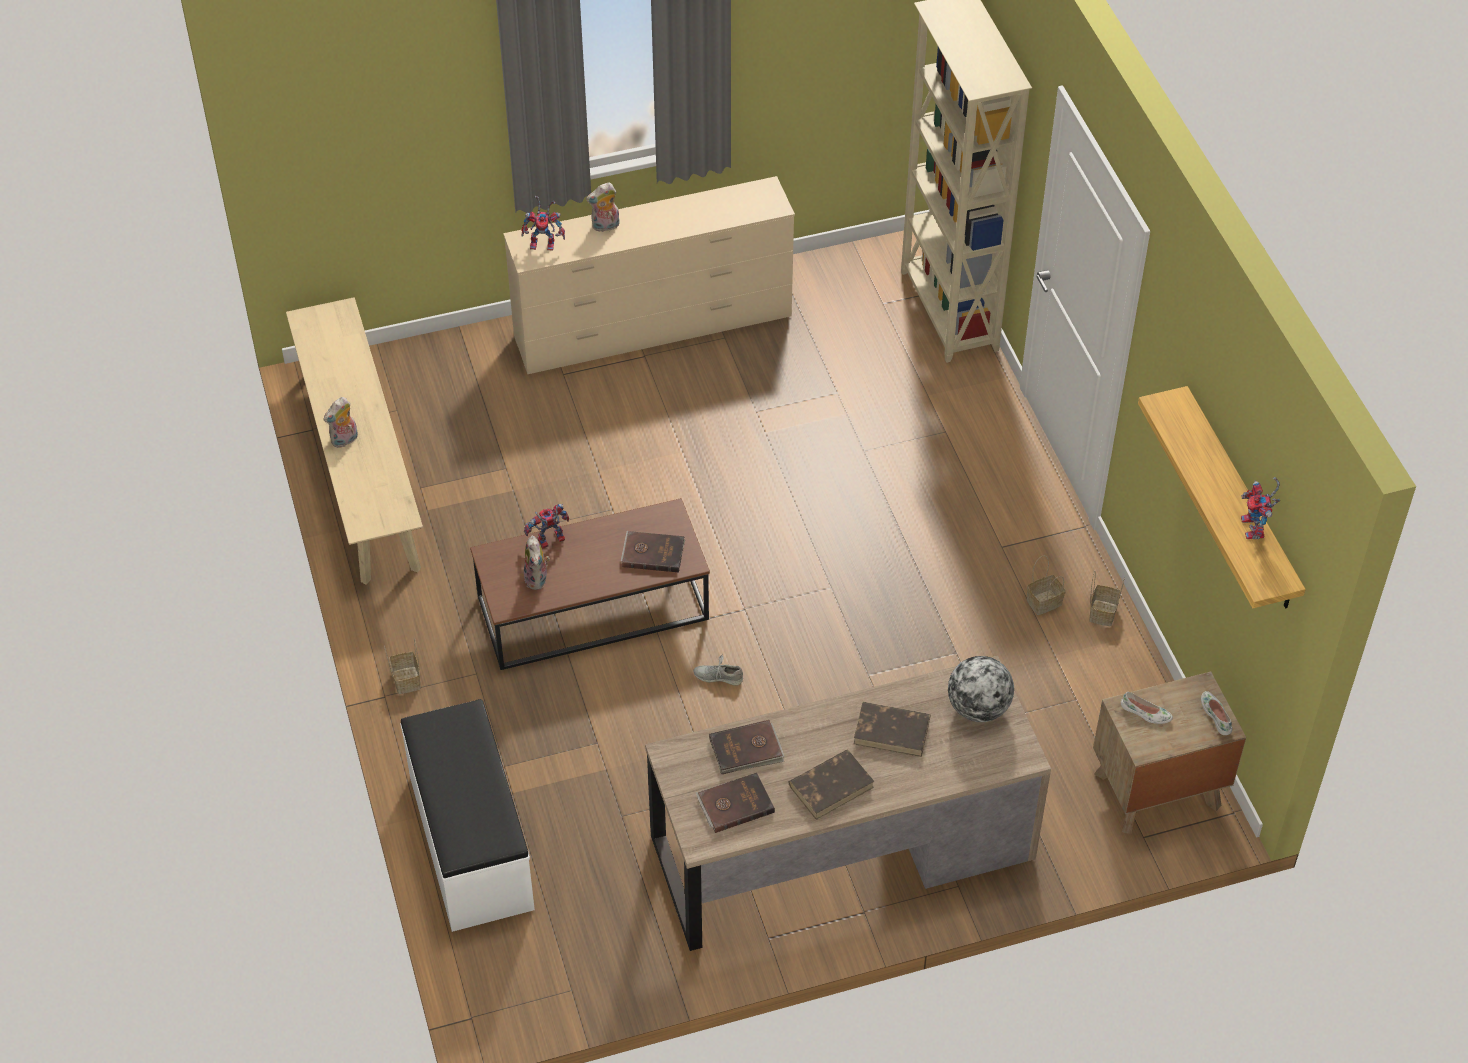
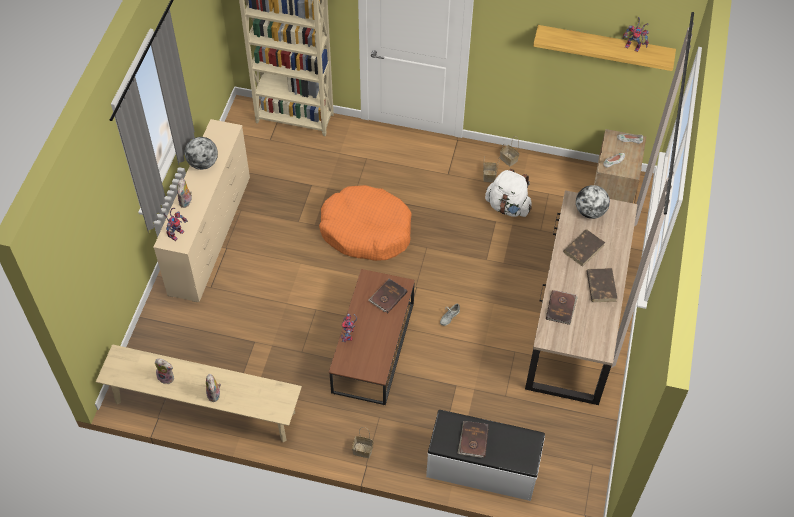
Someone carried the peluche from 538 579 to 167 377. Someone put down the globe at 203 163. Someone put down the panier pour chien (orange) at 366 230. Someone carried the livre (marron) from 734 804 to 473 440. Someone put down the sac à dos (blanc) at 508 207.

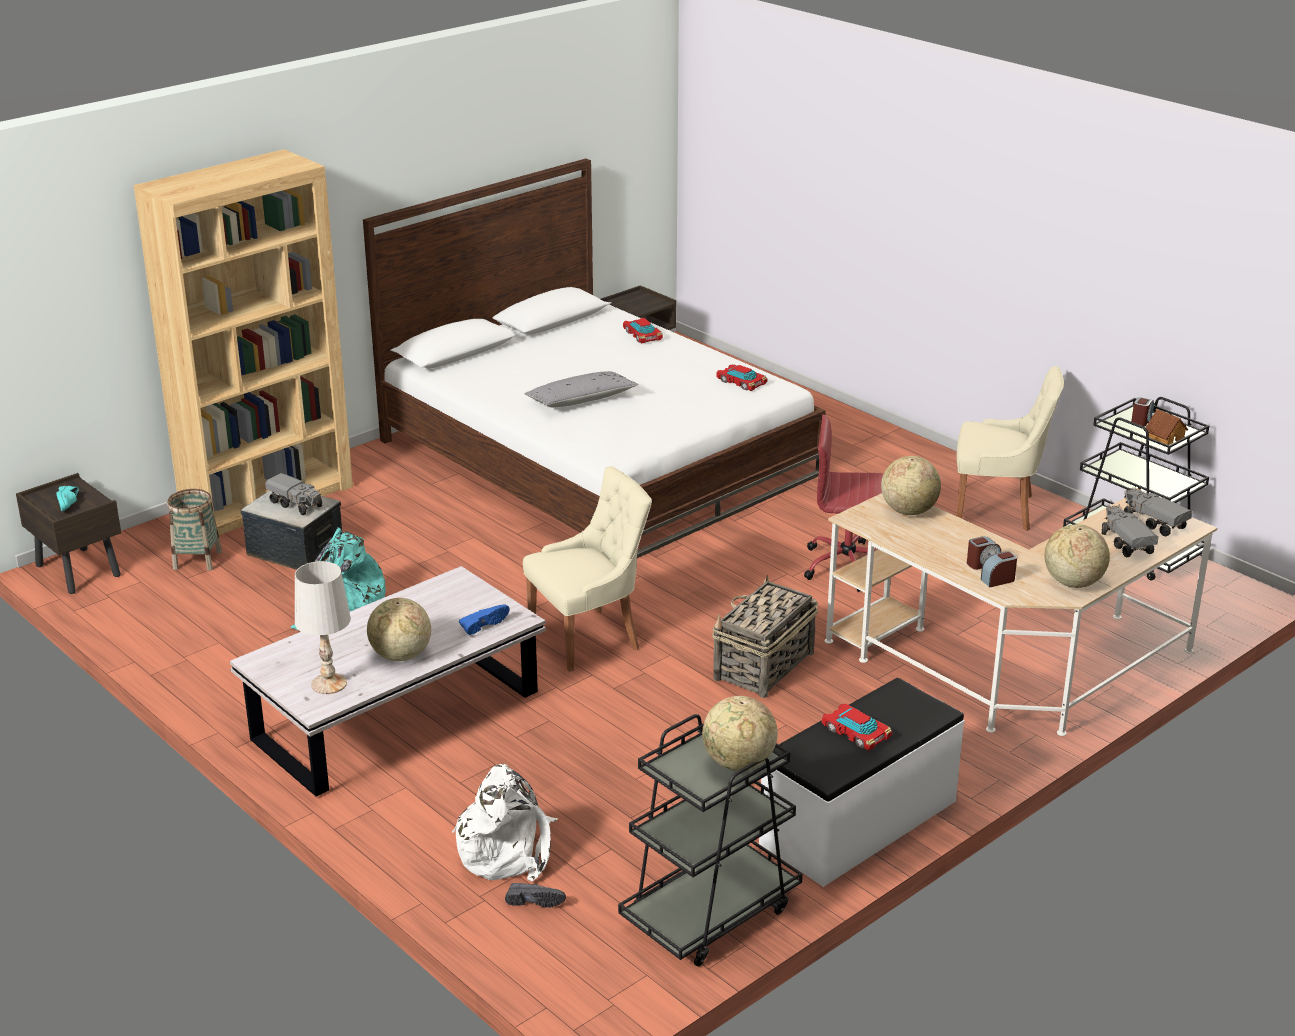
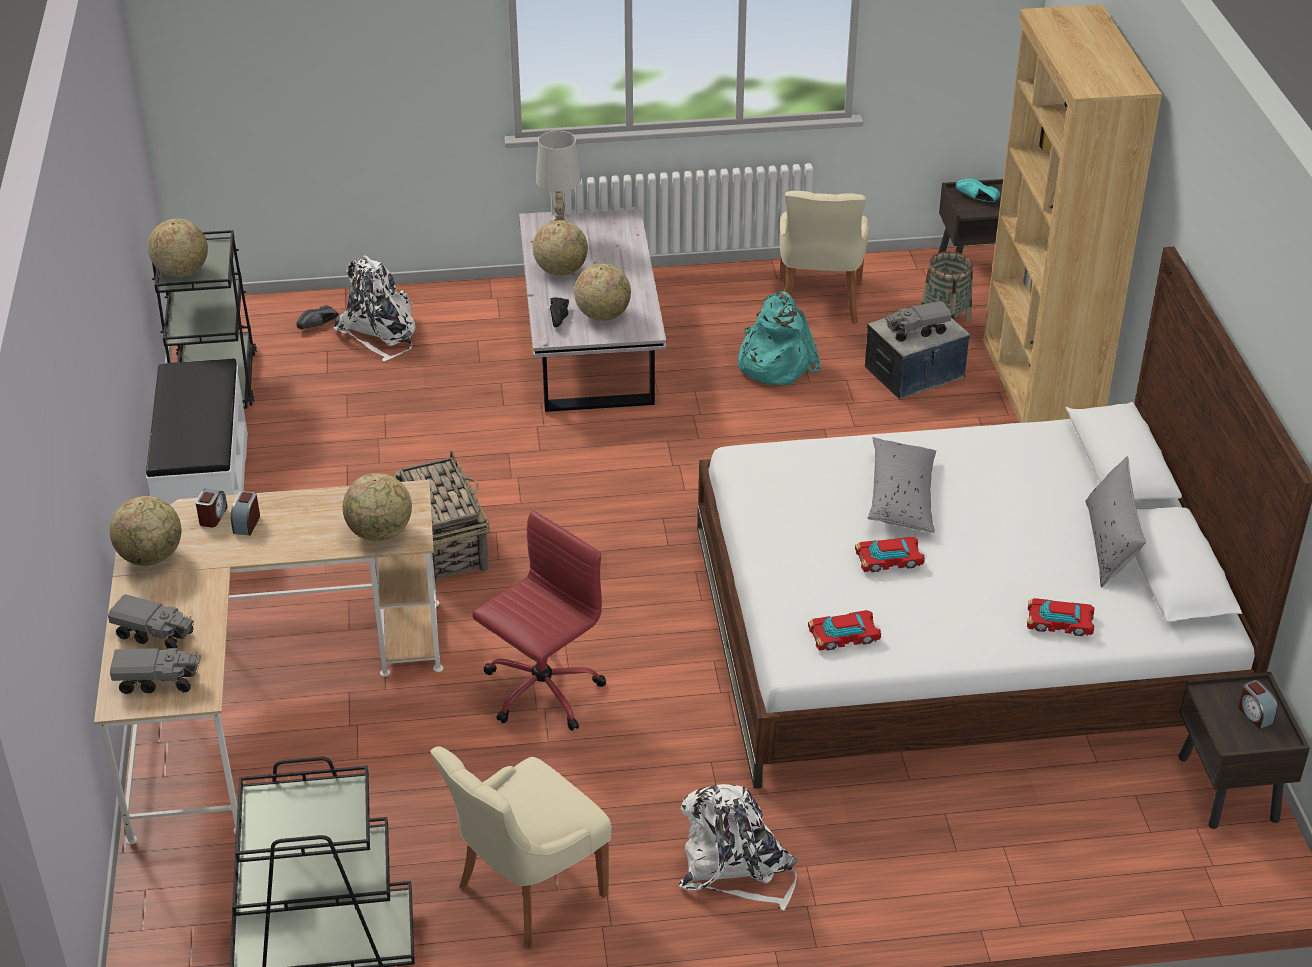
Someone repainted the chaussure (bleu) at 483 624, which became the chaussure (noir) at 561 318. Someone put down the globe at 603 315. Someone put down the sac à dos (blanc) at 735 868. Someone carried the chaise (beige) from 588 638 to 819 303. Someone carried the petite voiture from 856 732 to 889 560. Someone put down the coussin (gris) at 1110 543. Someone carried the réveil from 1141 420 to 1254 714. Someone took away the maison miniature at 1164 438.

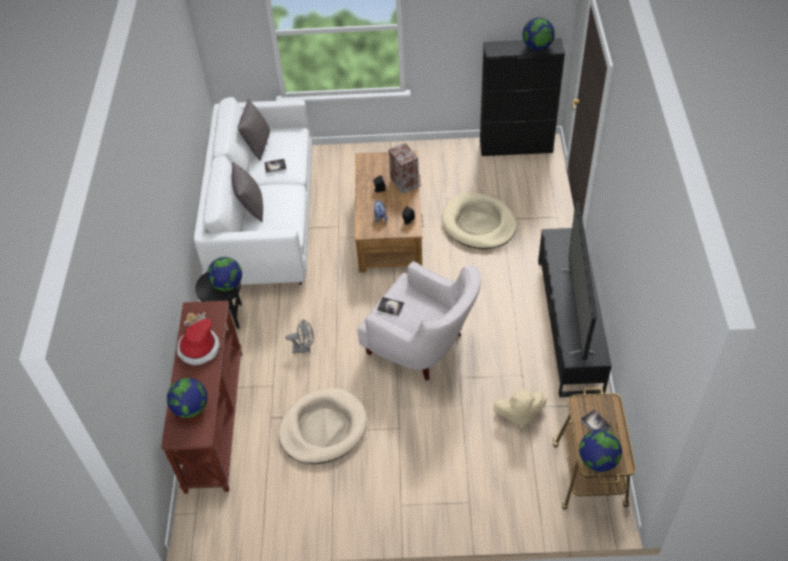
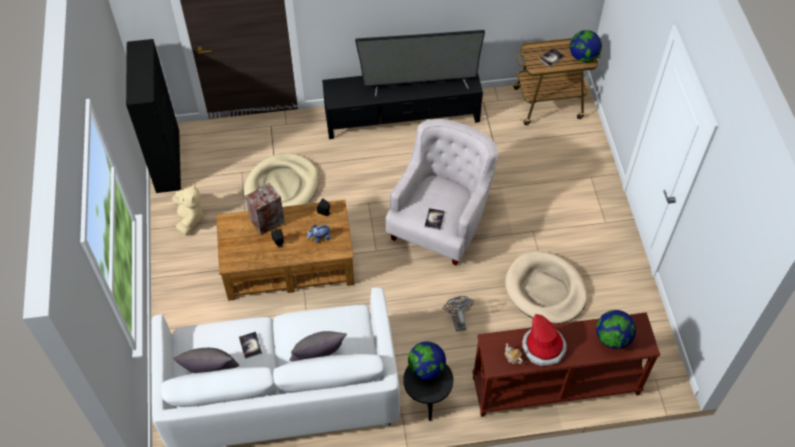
Someone carried the peluche (beige) from 519 414 to 189 218. Someone took away the globe at 537 47.

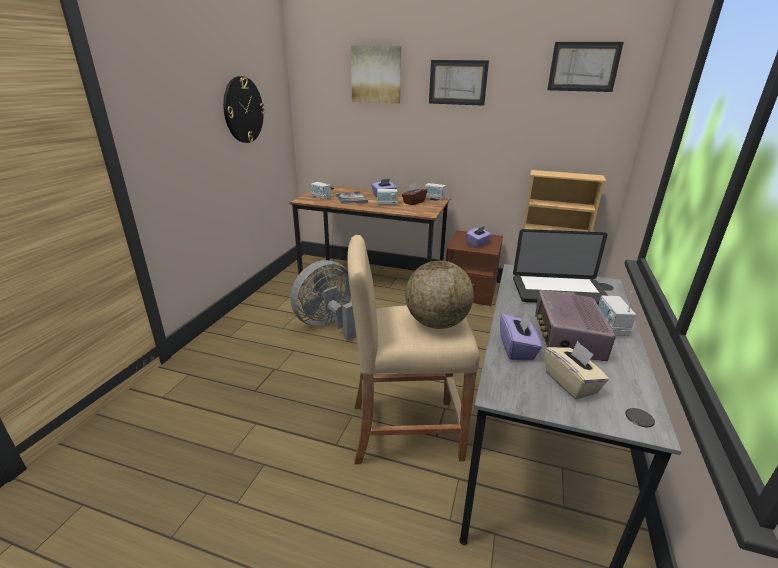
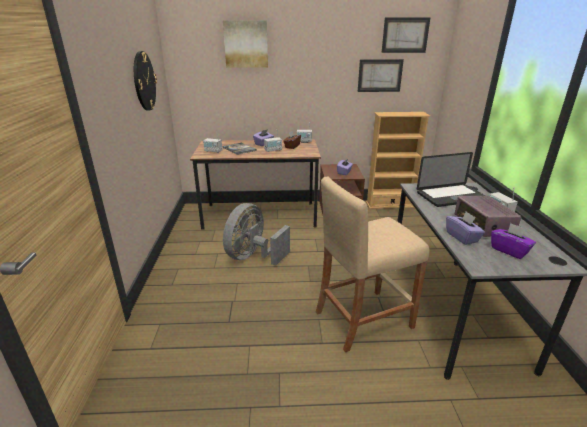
Someone carried the tableau from 458 82 to 380 75. Someone repainted the boîte à mouchoirs (beige) at 571 383, which became the boîte à mouchoirs (violet) at 509 250. Someone took away the globe at 437 323.

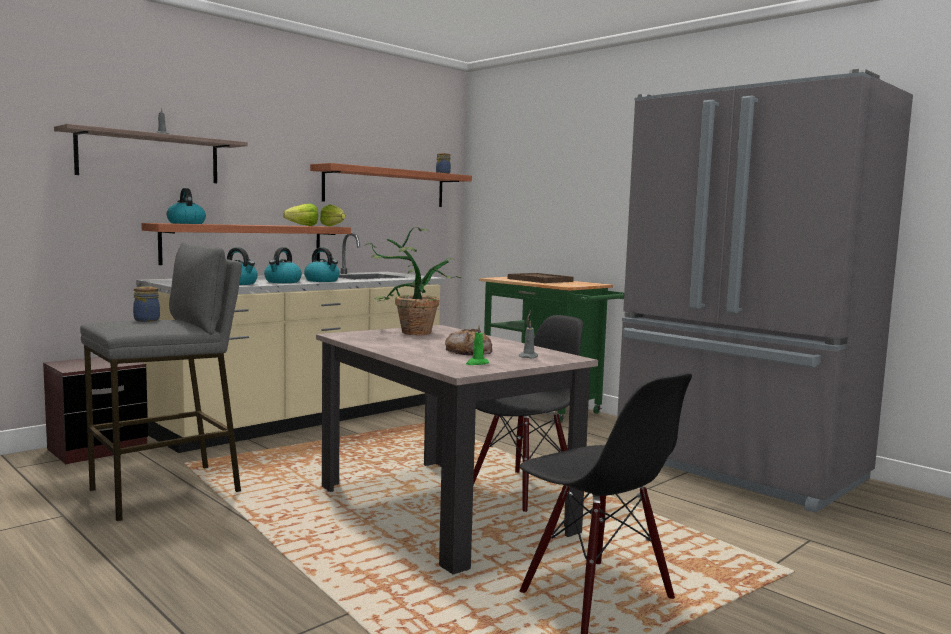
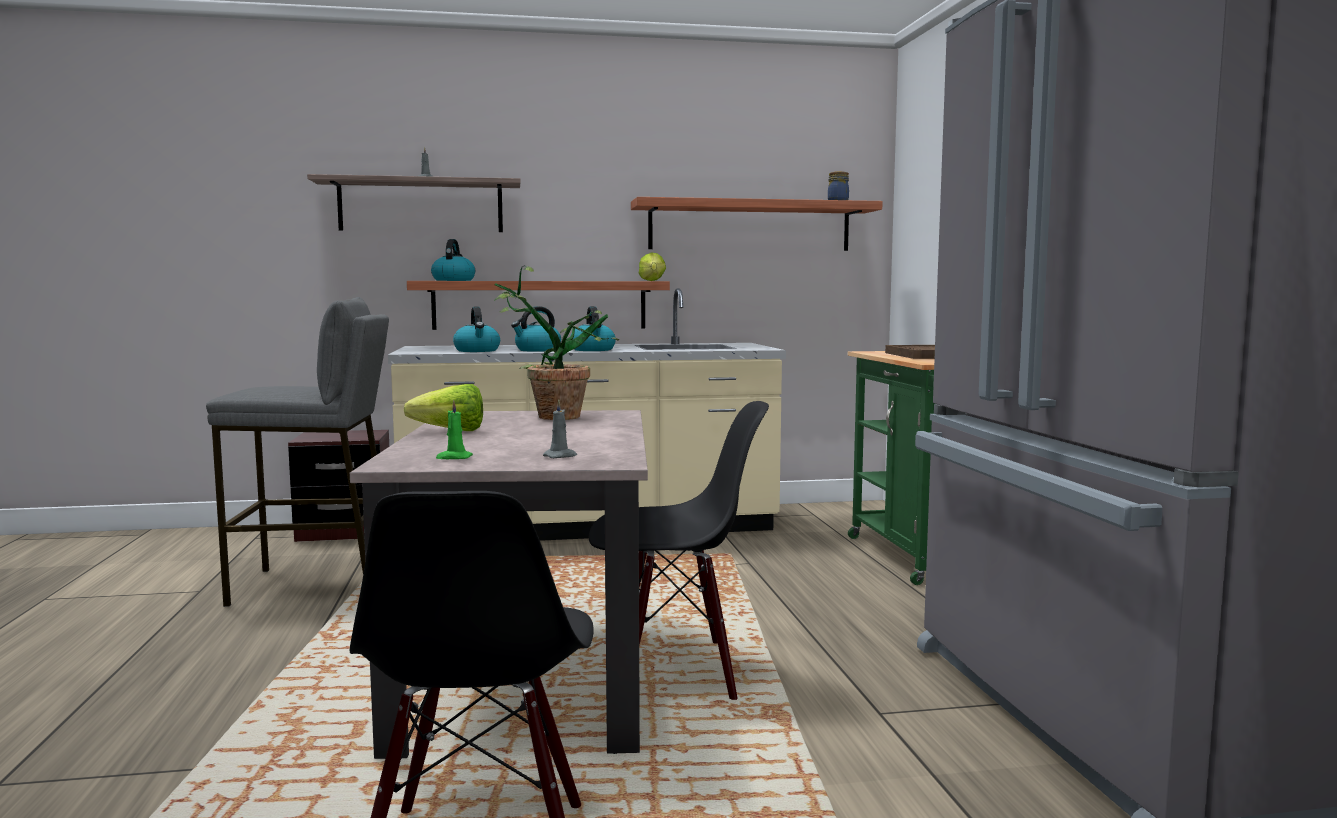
Someone carried the laitue from 299 225 to 444 431. Someone took away the bocal at 147 320. Someone took away the pain at 468 351.

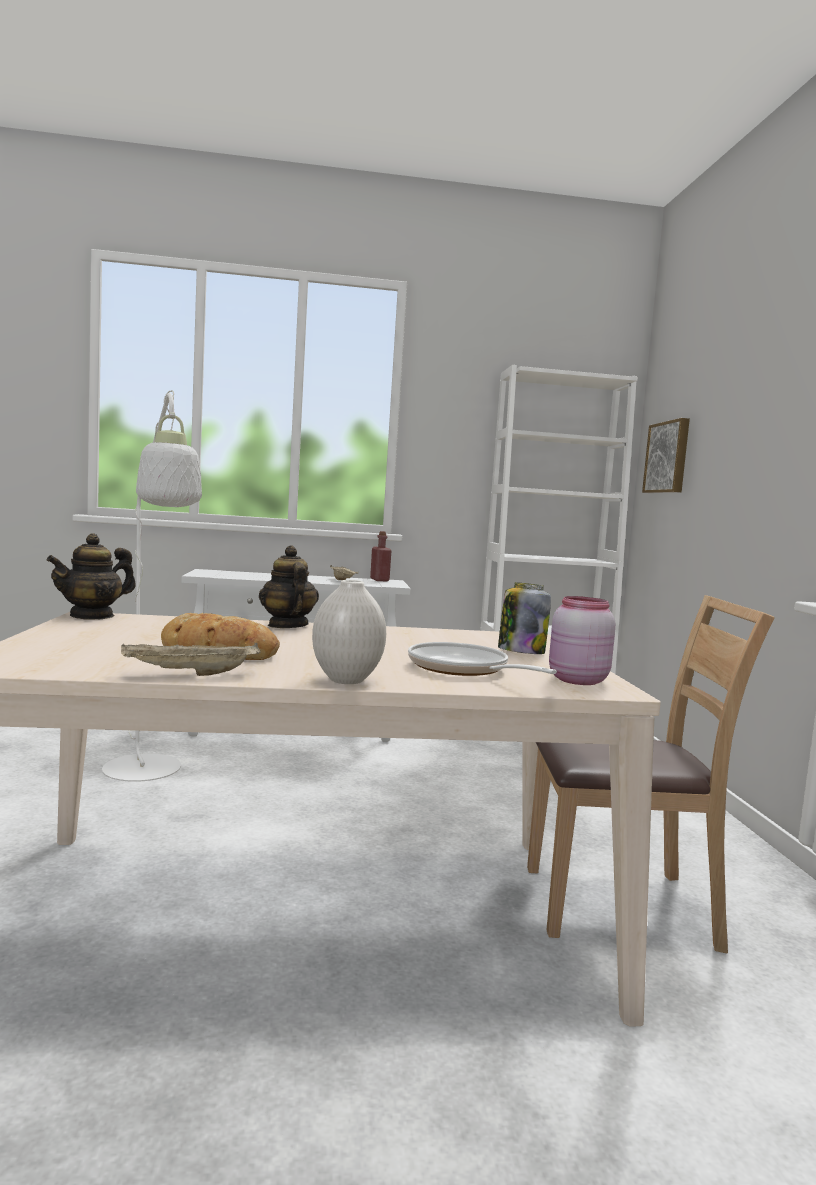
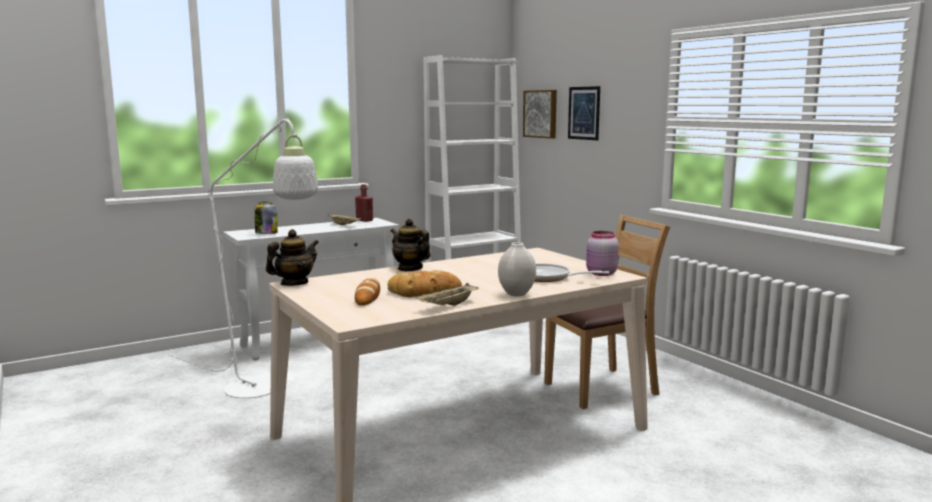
Someone carried the bocal from 520 651 to 266 233. Someone rotated the théière at 92 616 by 150 degrees counterclockwise. Someone put down the pain at 367 296. Someone put up the tableau at 584 113.

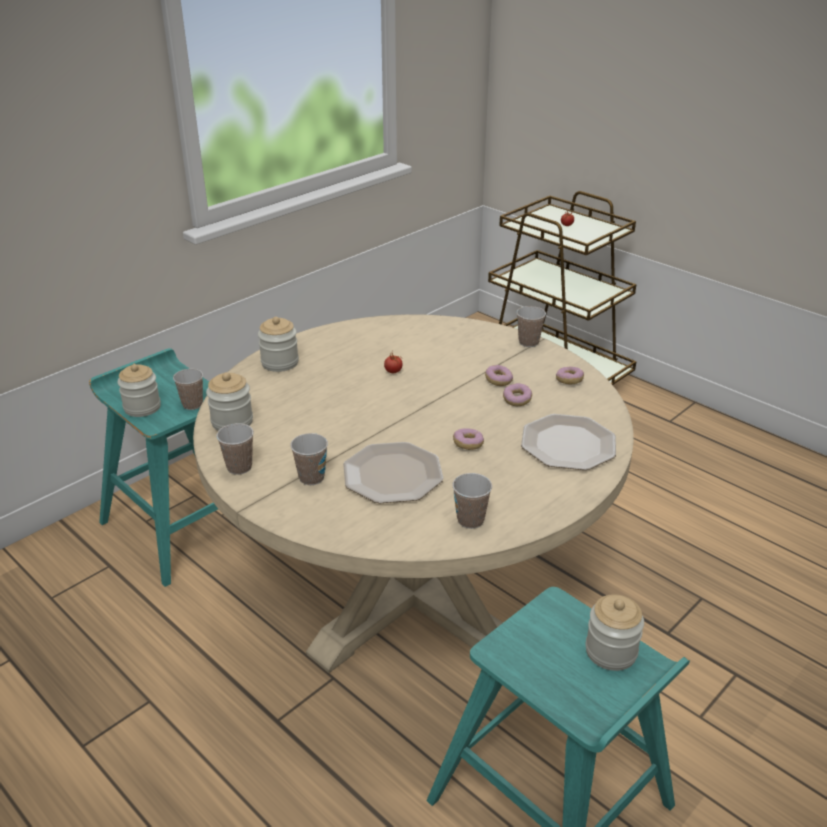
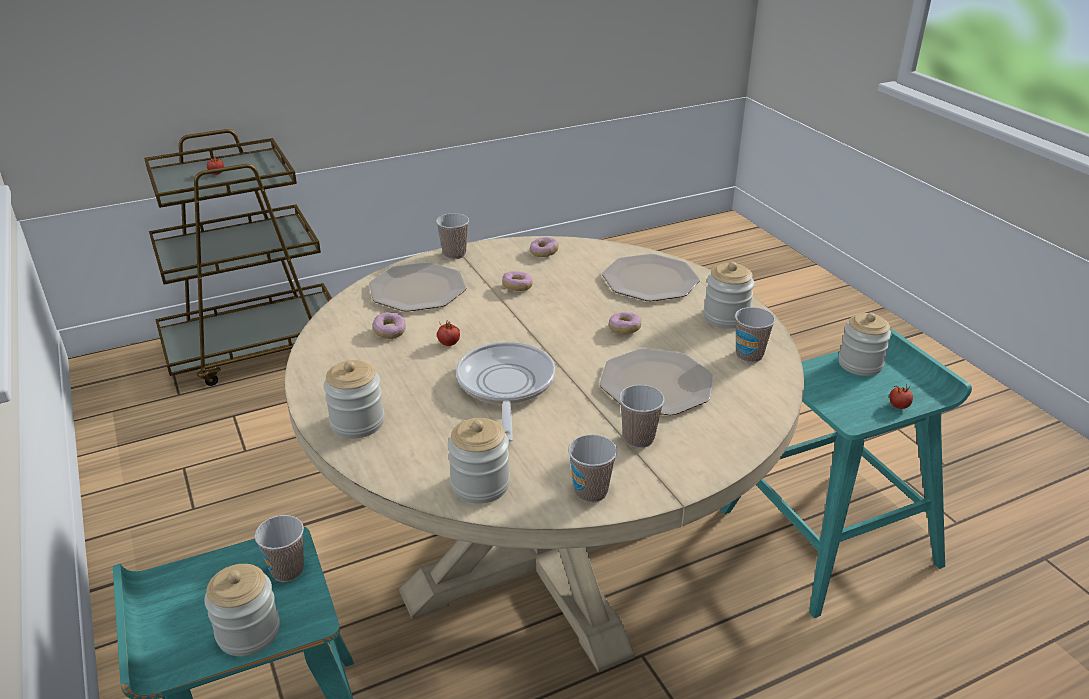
Someone put down the assiette at 418 289. Someone carried the beignet from 517 400 to 389 332. Someone put down the poêle at 505 387. Someone put down the bocal at 726 317. Someone put down the tomate at 898 406.

